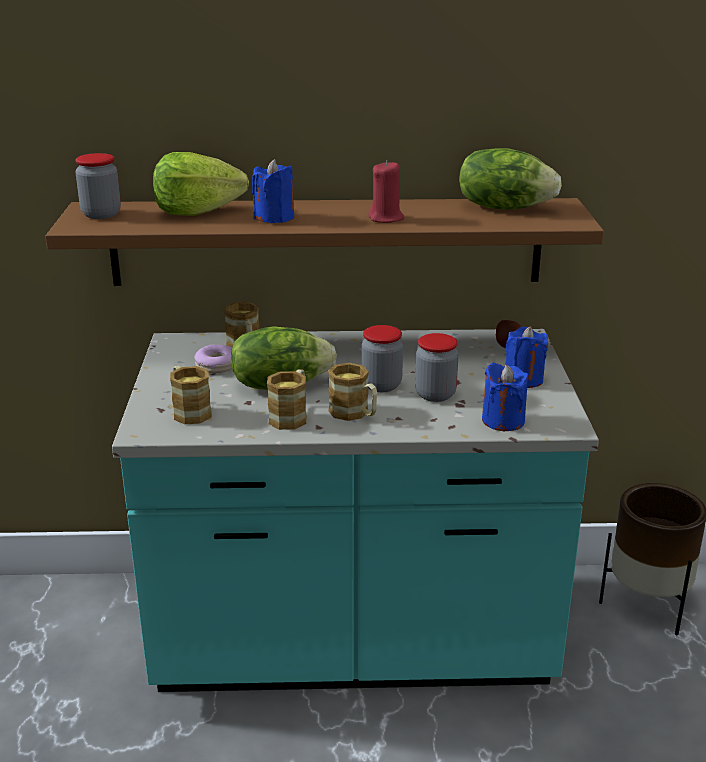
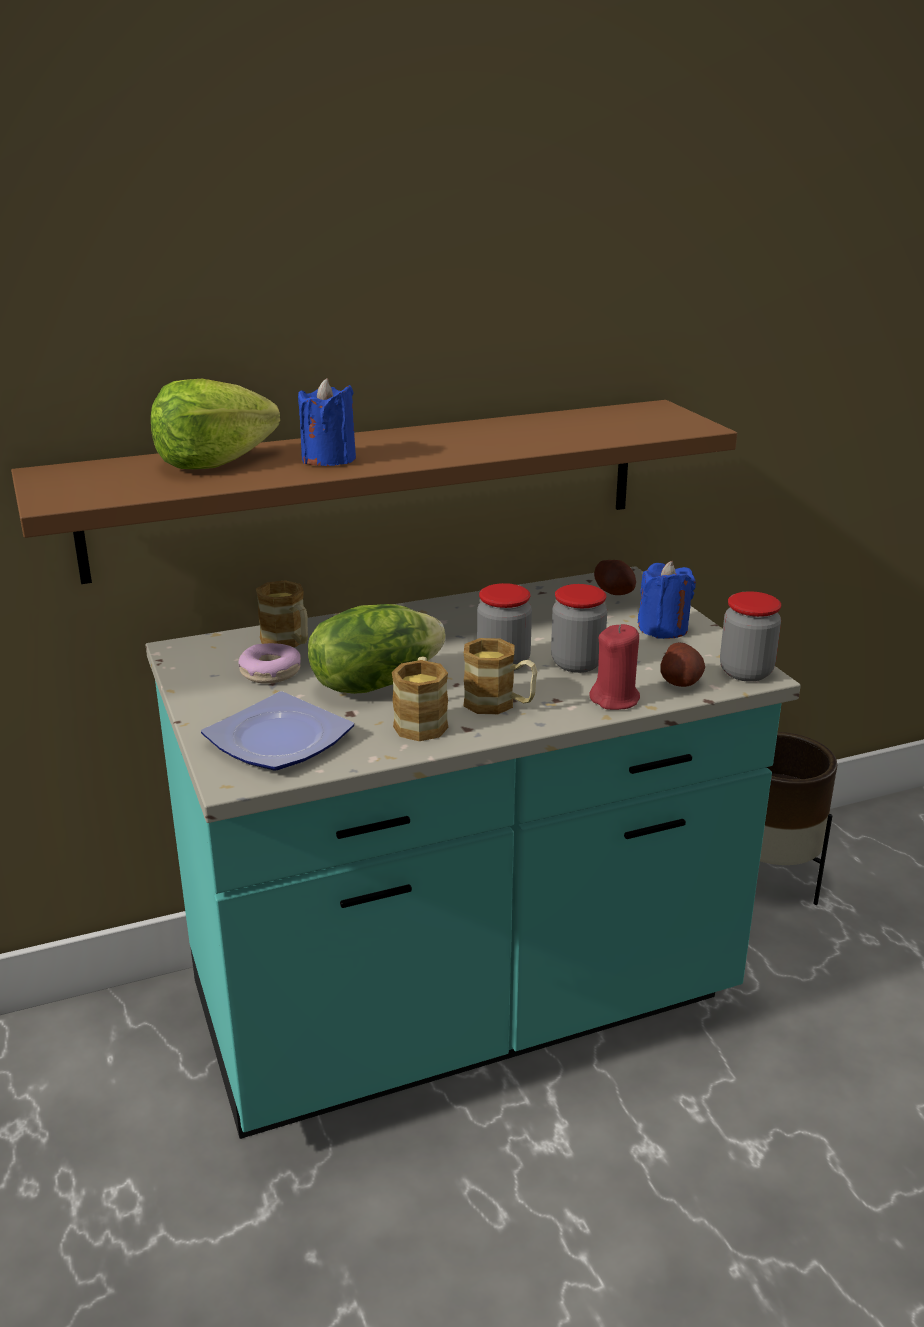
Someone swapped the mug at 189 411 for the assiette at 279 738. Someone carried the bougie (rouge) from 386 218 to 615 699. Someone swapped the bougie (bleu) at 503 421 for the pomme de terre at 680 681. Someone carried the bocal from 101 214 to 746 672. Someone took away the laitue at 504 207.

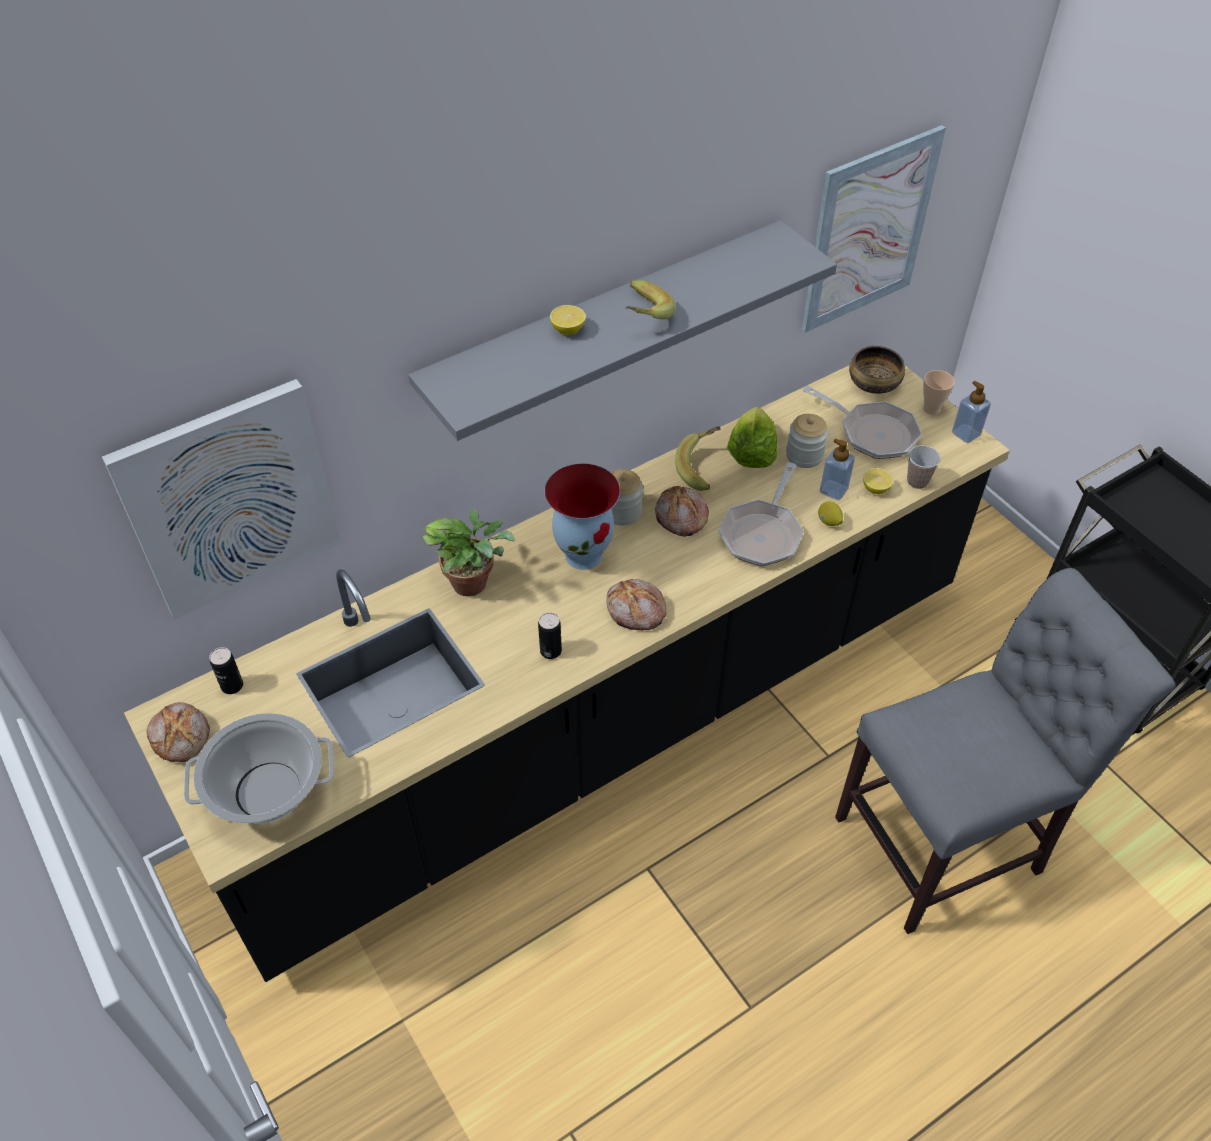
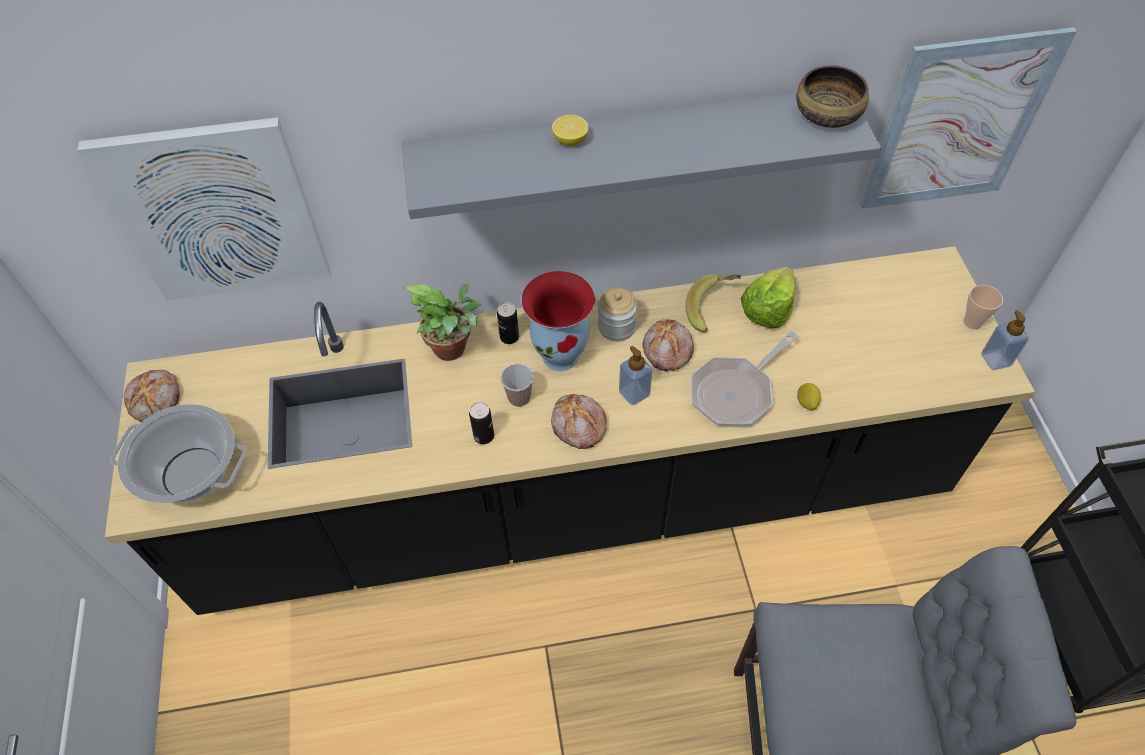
Someone carried the boîte métallique from 232 685 to 509 337. Someone carried the tasse from 917 481 to 519 398. Someone carried the distributeur de savon from 833 490 to 634 393. Someone carried the bol from 874 382 to 828 114. Someone took away the banane at 640 315. Someone took away the bocal at 804 455. Someone took away the poêle at 872 433. Someone took away the citron at 875 488.

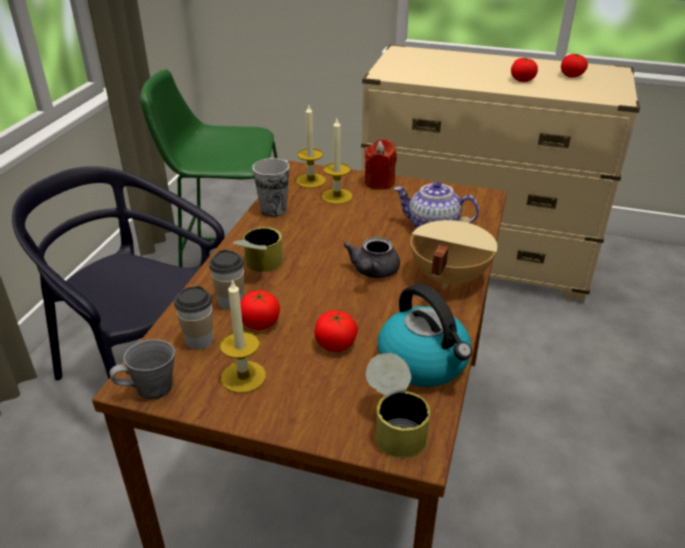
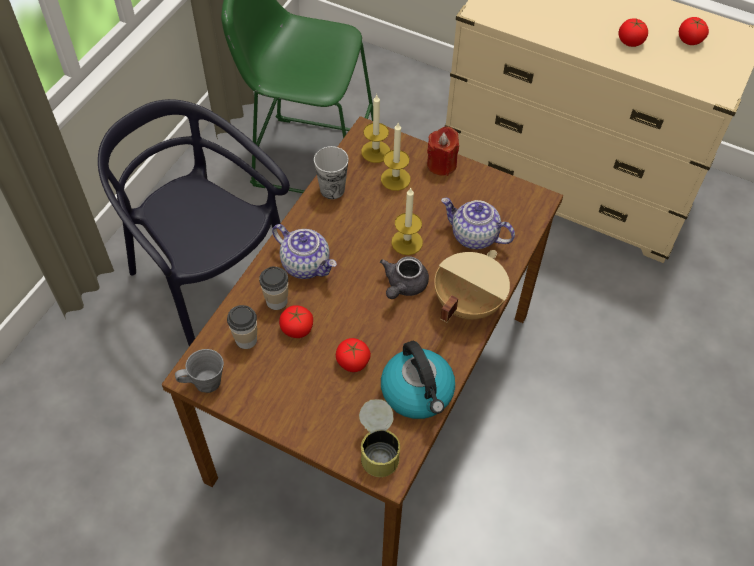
Someone swapped the boîte métallique at 259 267 for the théière at 306 264. Someone carried the bougie from 243 377 to 407 242.

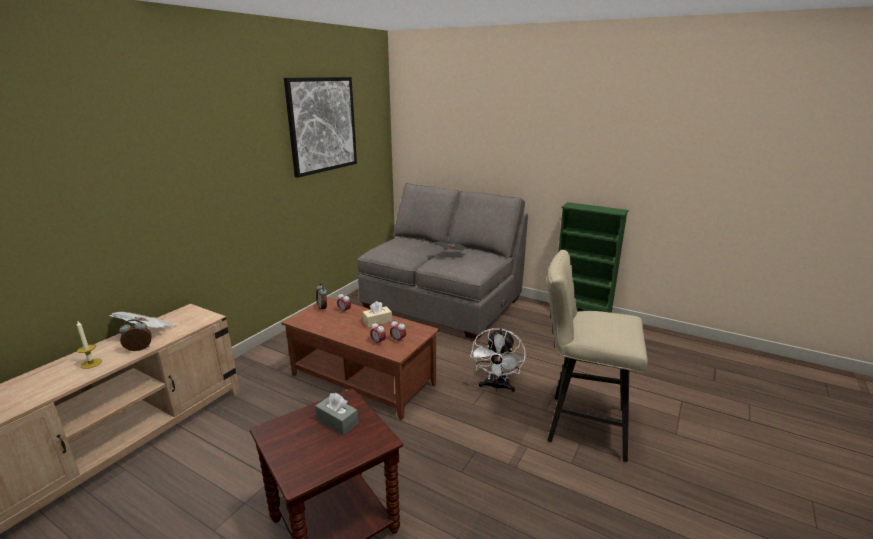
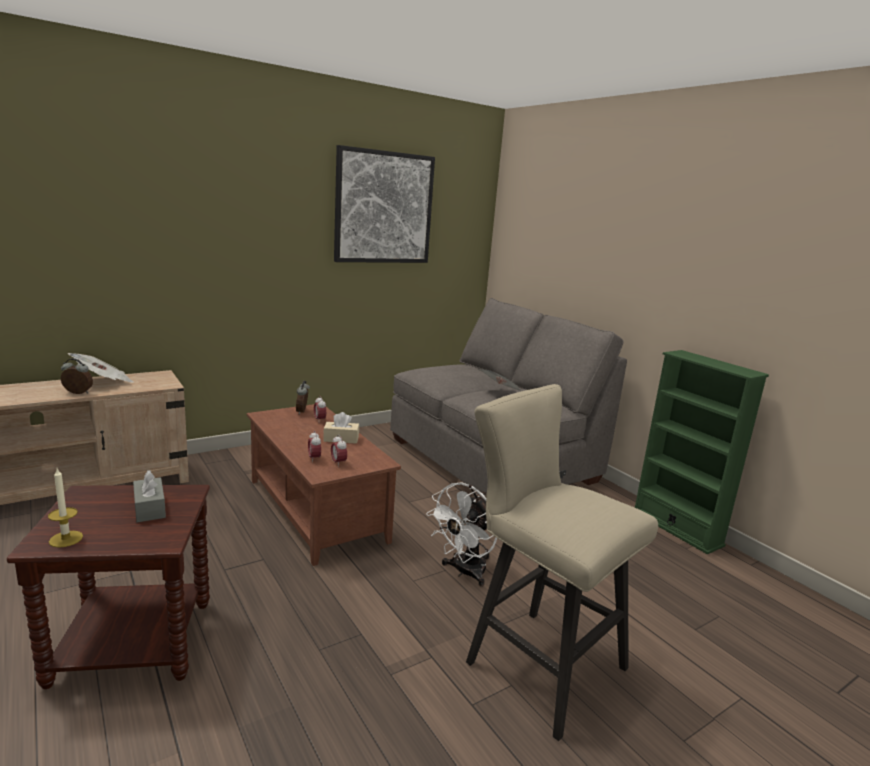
Someone carried the bougie from 91 363 to 66 539.

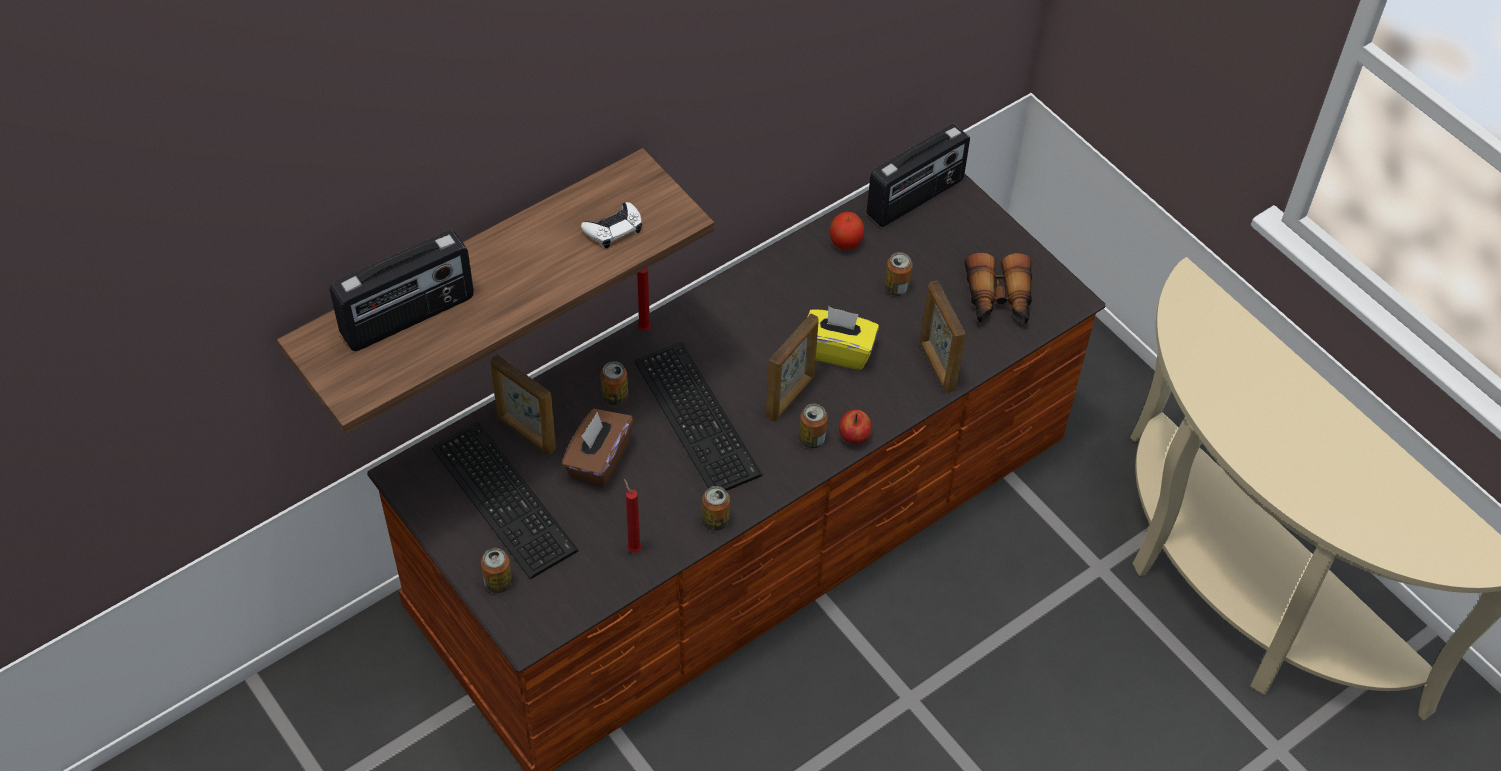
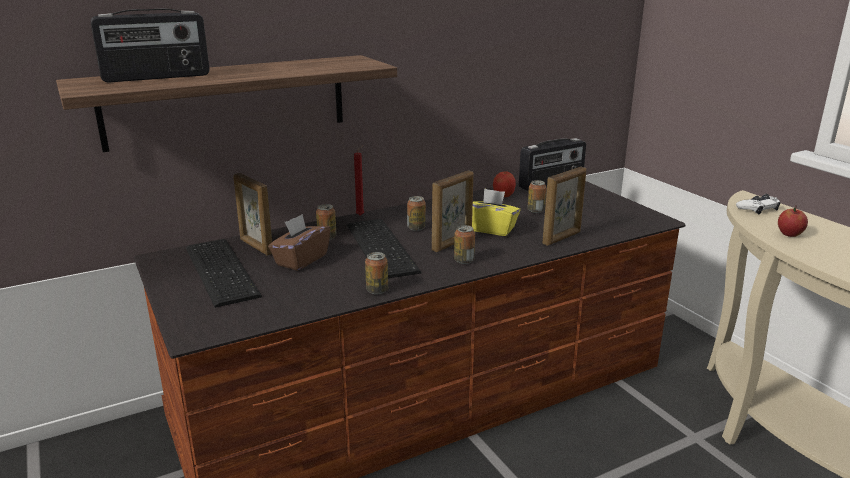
Someone carried the boîte métallique from 498 583 to 416 228. Someone rotated the cadre photo at 936 366 by 120 degrees counterclockwise. Someone carried the manette (blanc) from 613 229 to 758 208. Someone carried the pomme from 854 437 to 789 234. Someone took away the bougie (rouge) at 633 548. Someone took away the jumelles at 998 300.

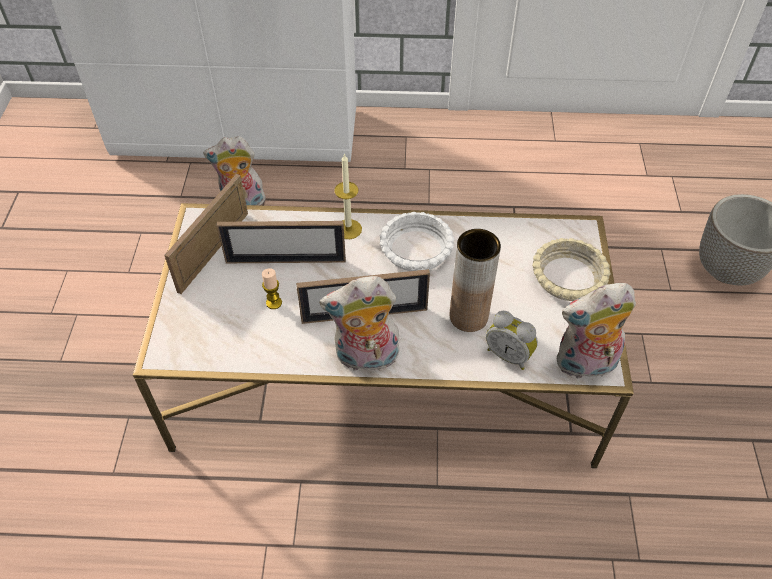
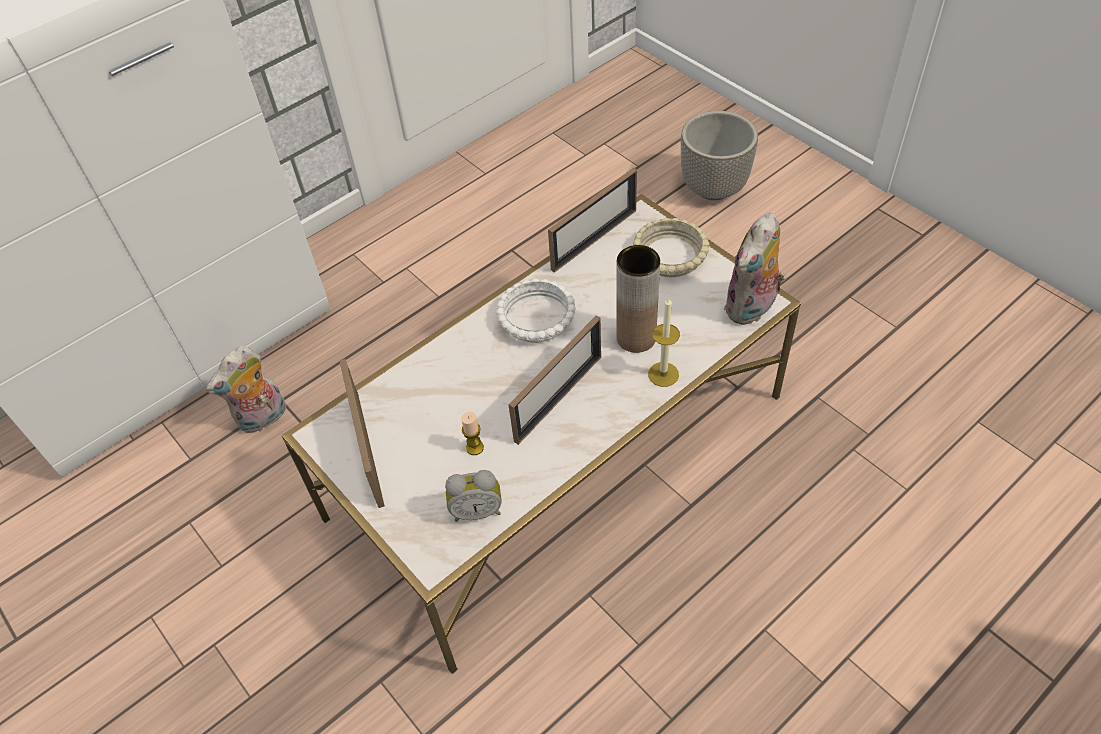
Someone carried the réveil from 509 354 to 477 510. Someone carried the cadre photo from 285 261 to 594 240. Someone carried the bougie from 348 229 to 663 374. Someone took away the peluche at 365 358.

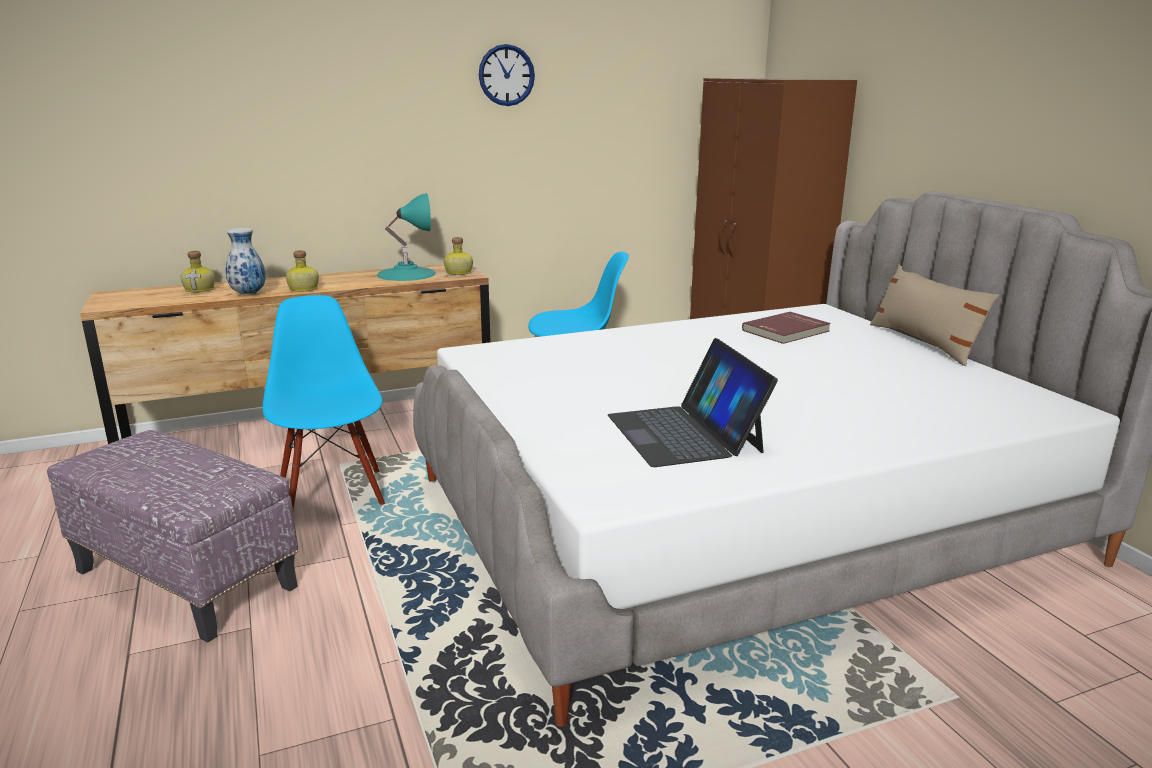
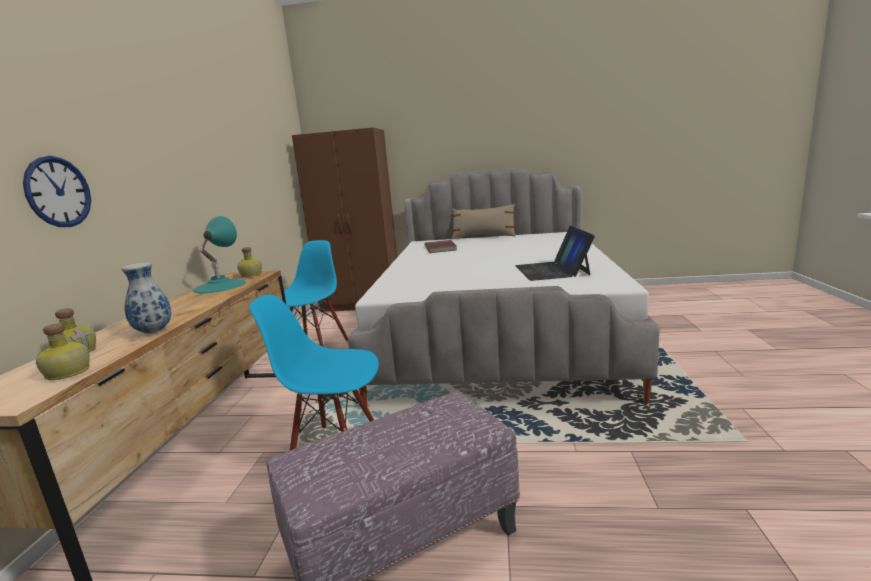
Someone carried the horloge murale from 506 75 to 58 192. Someone carried the bouteille from 302 289 to 67 373. Someone rotated the ordinateur portable at 685 433 by 75 degrees clockwise.

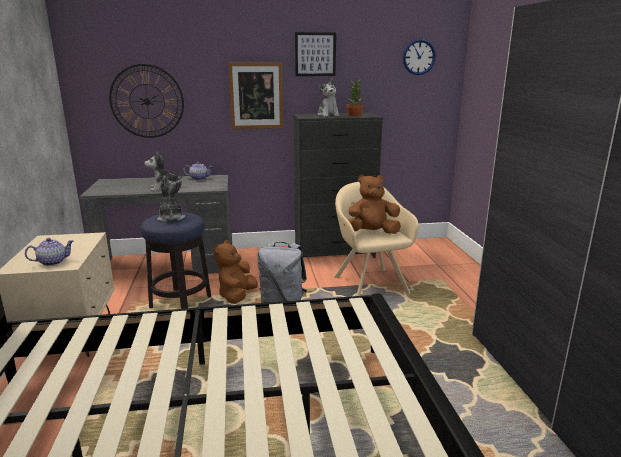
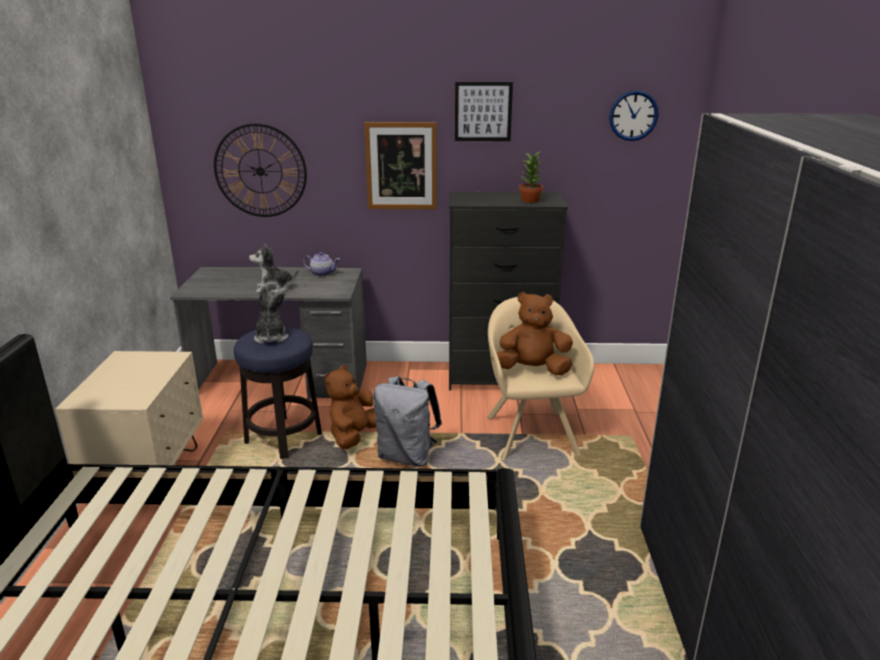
Someone took away the théière at 53 262. Someone took away the peluche at 328 115.

